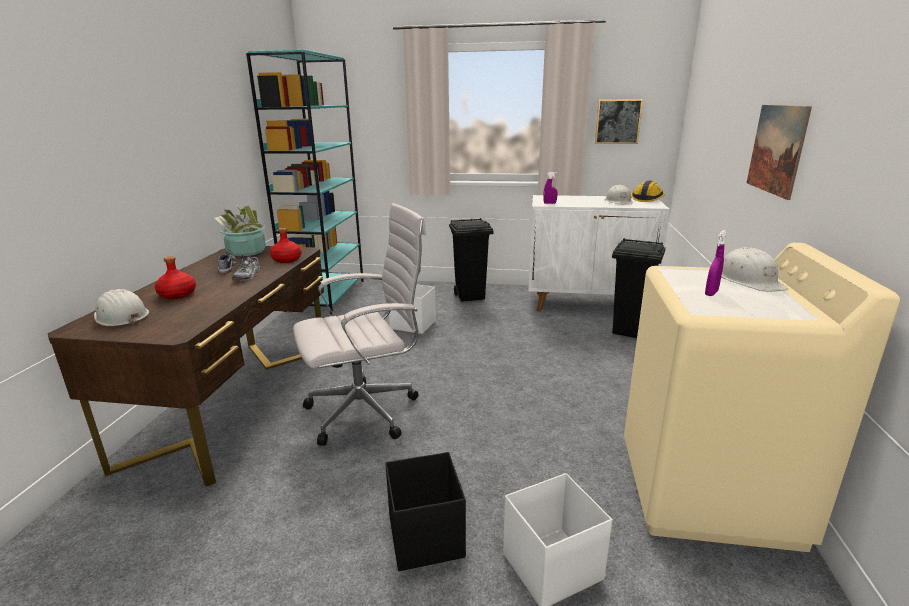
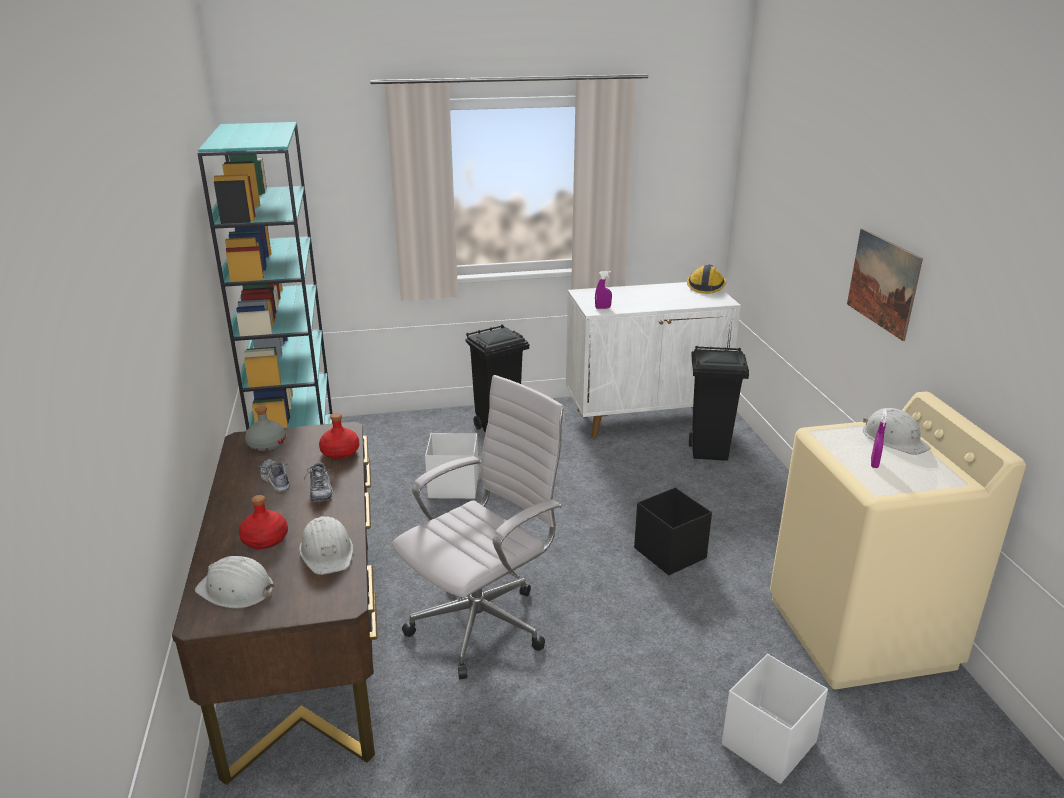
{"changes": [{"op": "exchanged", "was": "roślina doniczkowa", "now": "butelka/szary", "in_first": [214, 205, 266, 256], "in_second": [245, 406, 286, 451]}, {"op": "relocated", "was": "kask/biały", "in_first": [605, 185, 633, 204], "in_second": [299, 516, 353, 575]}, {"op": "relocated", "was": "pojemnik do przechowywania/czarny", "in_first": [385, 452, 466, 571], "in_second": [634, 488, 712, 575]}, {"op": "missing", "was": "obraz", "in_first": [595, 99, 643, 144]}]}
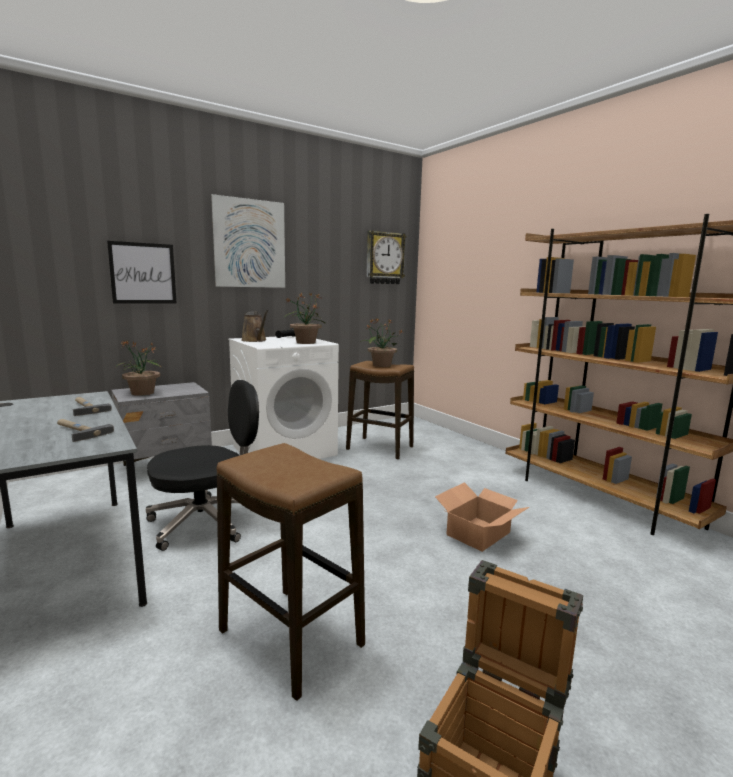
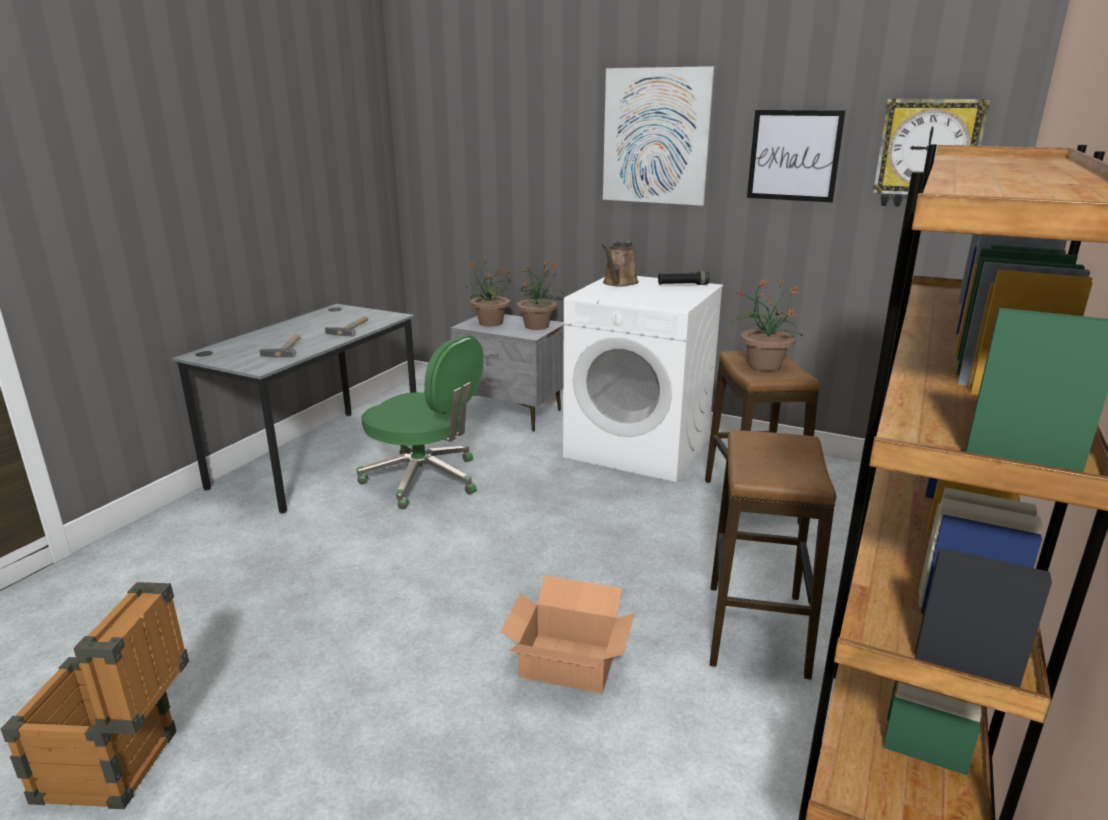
{"changes": [{"op": "colour", "was": "krzesło biurowe/czarny", "now": "krzesło biurowe/zielony", "in_first": [146, 380, 259, 551], "in_second": [356, 335, 484, 509]}, {"op": "relocated", "was": "roślina doniczkowa", "in_first": [284, 292, 325, 344], "in_second": [517, 261, 563, 330]}, {"op": "relocated", "was": "stołek", "in_first": [217, 443, 365, 701], "in_second": [710, 430, 837, 679]}, {"op": "relocated", "was": "obraz", "in_first": [107, 241, 177, 303], "in_second": [747, 110, 846, 202]}]}
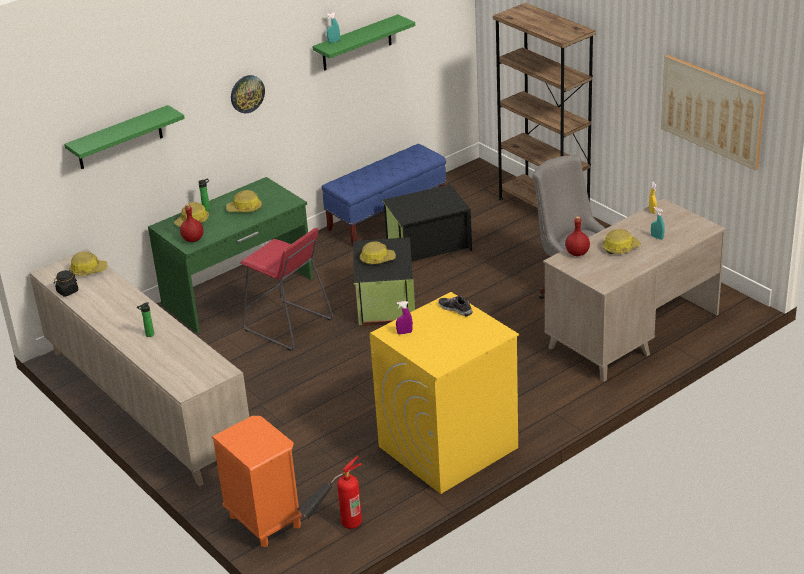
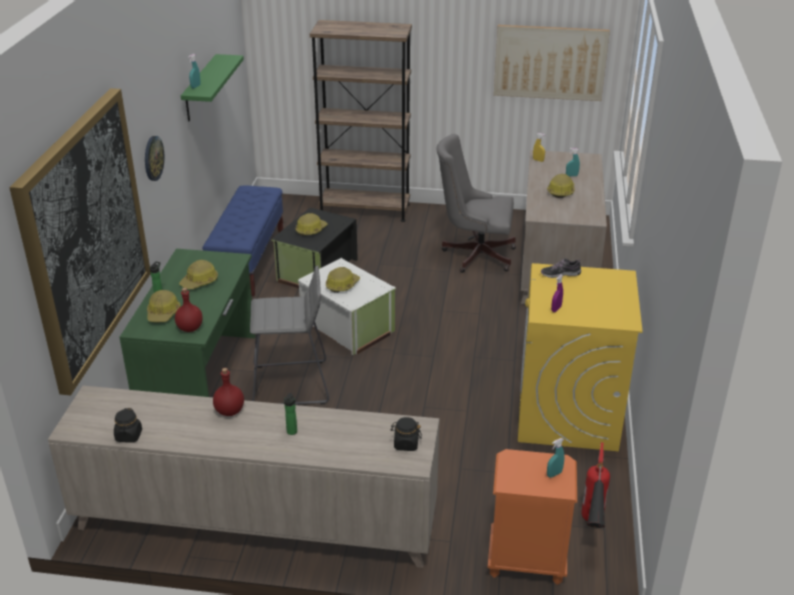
{"changes": [{"op": "exchanged", "was": "półka/zielony", "now": "obraz", "in_first": [64, 105, 185, 169], "in_second": [9, 88, 151, 395]}, {"op": "relocated", "was": "butelka/czerwony", "in_first": [565, 216, 590, 256], "in_second": [213, 368, 244, 416]}, {"op": "colour", "was": "stołek/czerwony", "now": "stołek/szary", "in_first": [240, 228, 333, 351], "in_second": [250, 265, 329, 404]}, {"op": "relocated", "was": "kask", "in_first": [69, 252, 107, 276], "in_second": [296, 213, 328, 236]}, {"op": "colour", "was": "pojemnik do przechowywania/czarny", "now": "pojemnik do przechowywania/biały", "in_first": [353, 237, 415, 326], "in_second": [298, 258, 396, 355]}, {"op": "appeared", "now": "słoik/czarny", "in_second": [391, 417, 422, 451]}, {"op": "appeared", "now": "spryskiwacz/turkusowy", "in_second": [547, 438, 564, 478]}]}
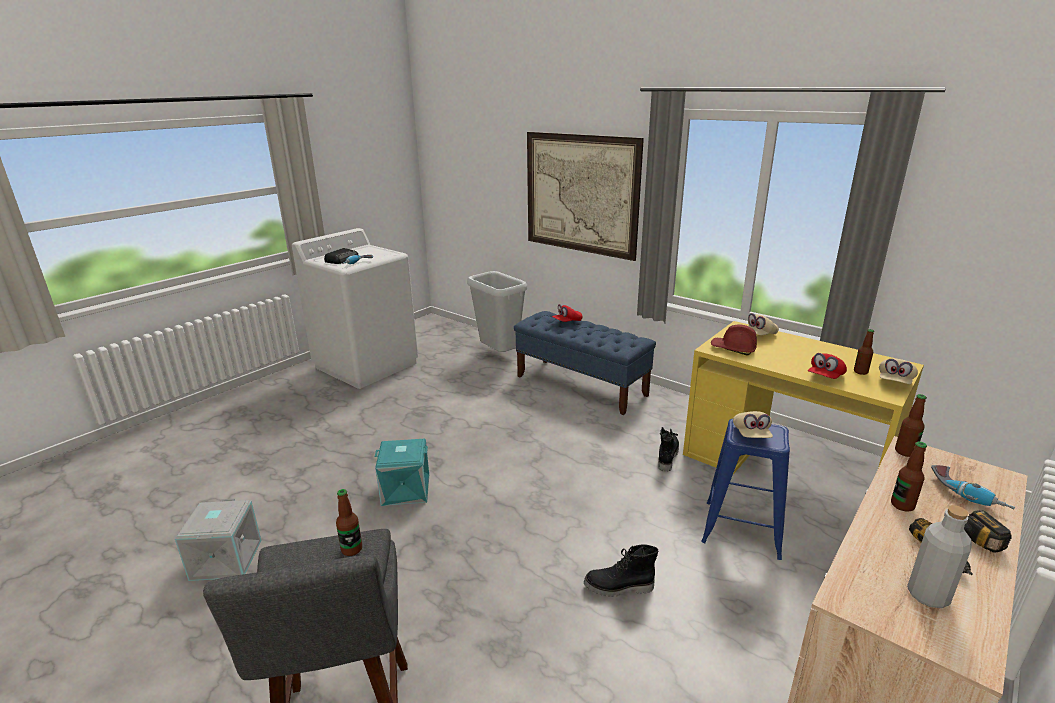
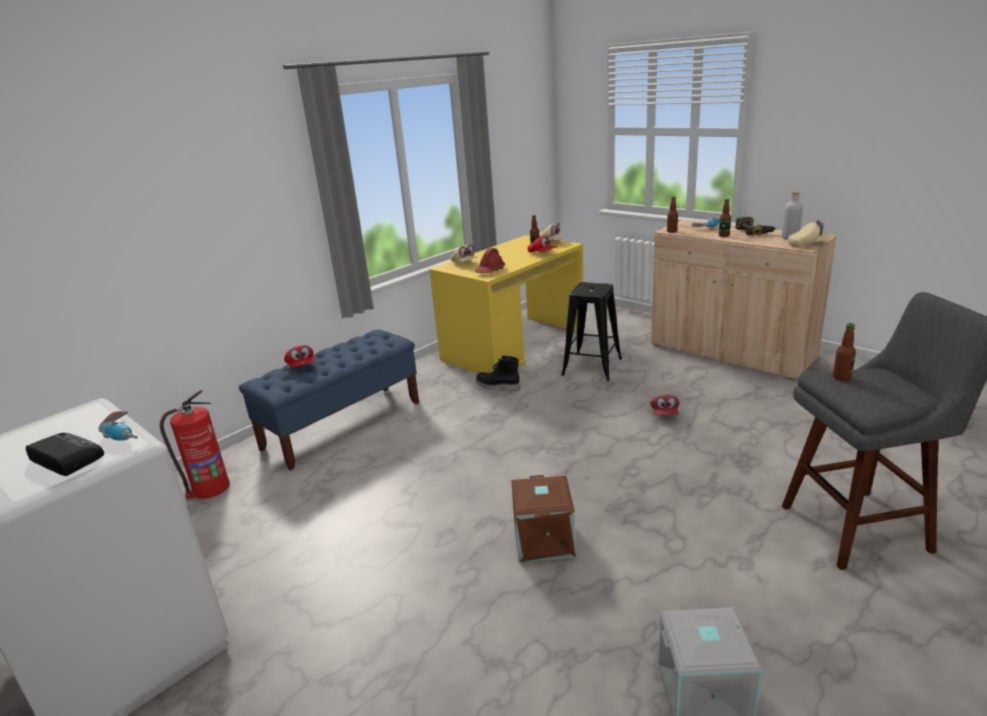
{"changes": [{"op": "exchanged", "was": "kosz na śmieci/szary", "now": "gaśnica", "in_first": [467, 271, 528, 352], "in_second": [160, 390, 230, 499]}, {"op": "colour", "was": "pojemnik do przechowywania/turkusowy", "now": "pojemnik do przechowywania/brązowy", "in_first": [375, 439, 429, 506], "in_second": [511, 475, 576, 562]}, {"op": "colour", "was": "stołek/niebieski", "now": "stołek/czarny", "in_first": [701, 419, 790, 560], "in_second": [562, 282, 622, 381]}, {"op": "exchanged", "was": "but z cholewką/czarny", "now": "czapka z daszkiem/czerwony", "in_first": [584, 544, 658, 597], "in_second": [650, 395, 679, 415]}, {"op": "relocated", "was": "czapka z daszkiem/beżowy", "in_first": [733, 411, 773, 438], "in_second": [788, 220, 833, 247]}, {"op": "missing", "was": "obraz", "in_first": [527, 132, 644, 261]}]}
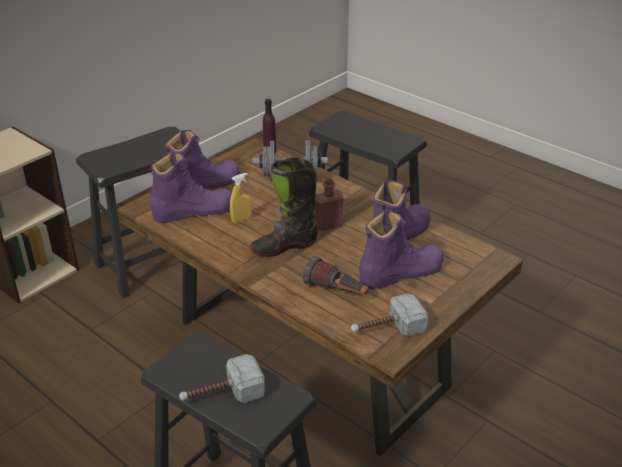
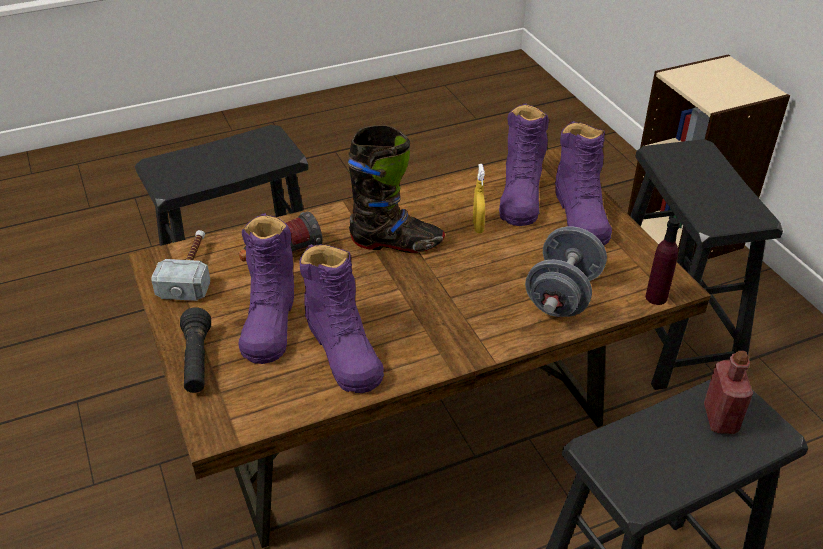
{"changes": [{"op": "appeared", "now": "latarka/czarny", "in_second": [180, 307, 211, 393]}, {"op": "spun", "was": "but z cholewką/czarny", "in_first": [250, 157, 318, 257], "in_second": [348, 125, 445, 253], "clockwise": 90}, {"op": "relocated", "was": "butelka/czerwony", "in_first": [315, 178, 344, 231], "in_second": [704, 351, 753, 434]}, {"op": "missing", "was": "młotek", "in_first": [179, 354, 265, 403]}]}
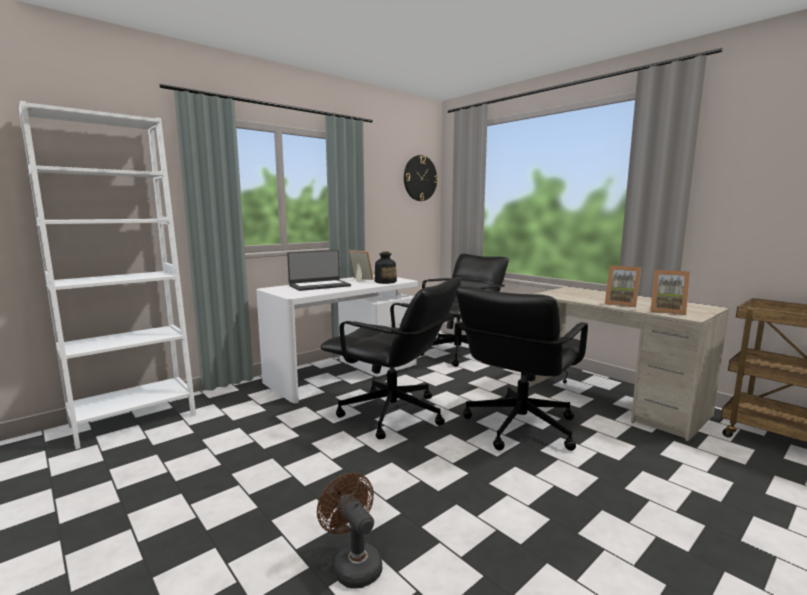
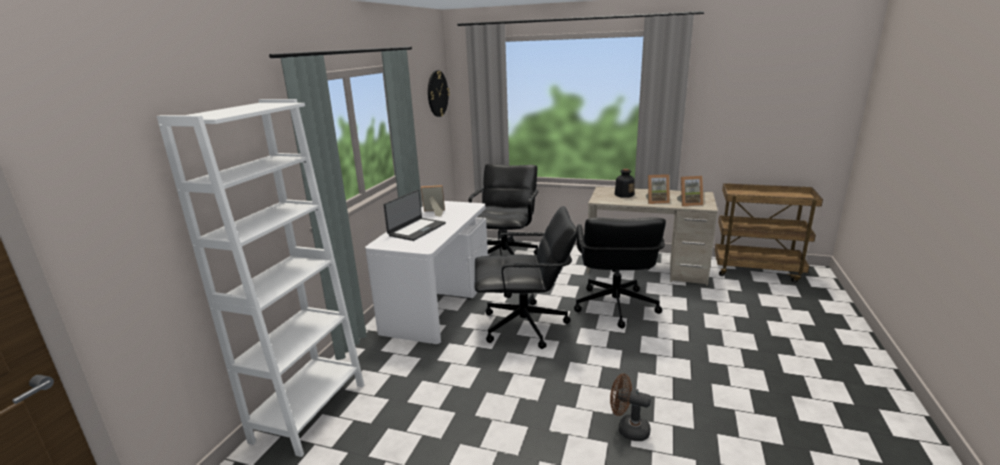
{"changes": [{"op": "relocated", "was": "butelka", "in_first": [374, 251, 397, 284], "in_second": [615, 169, 635, 198]}]}
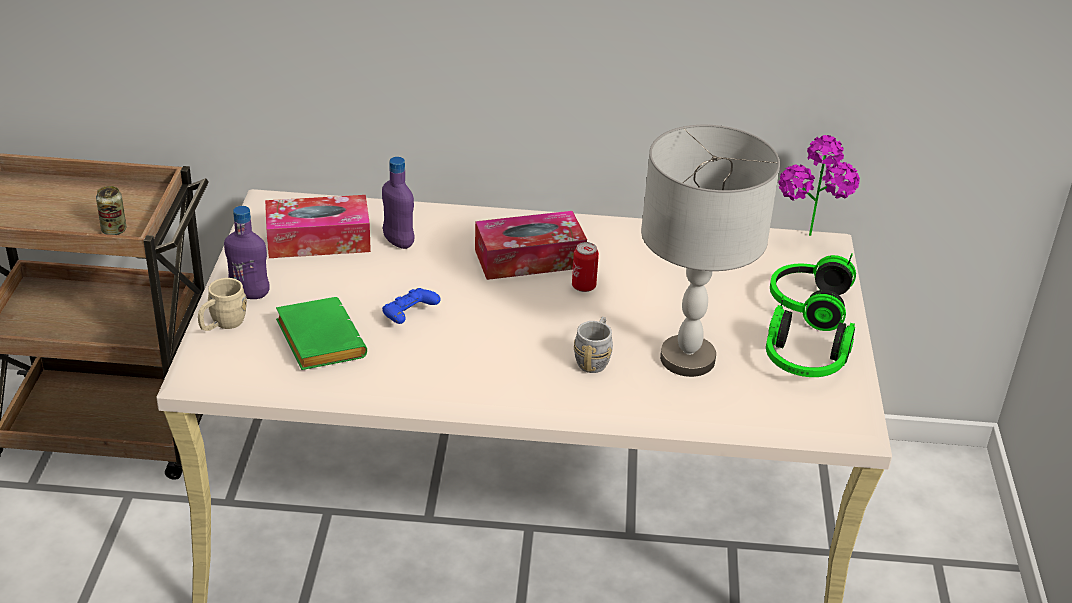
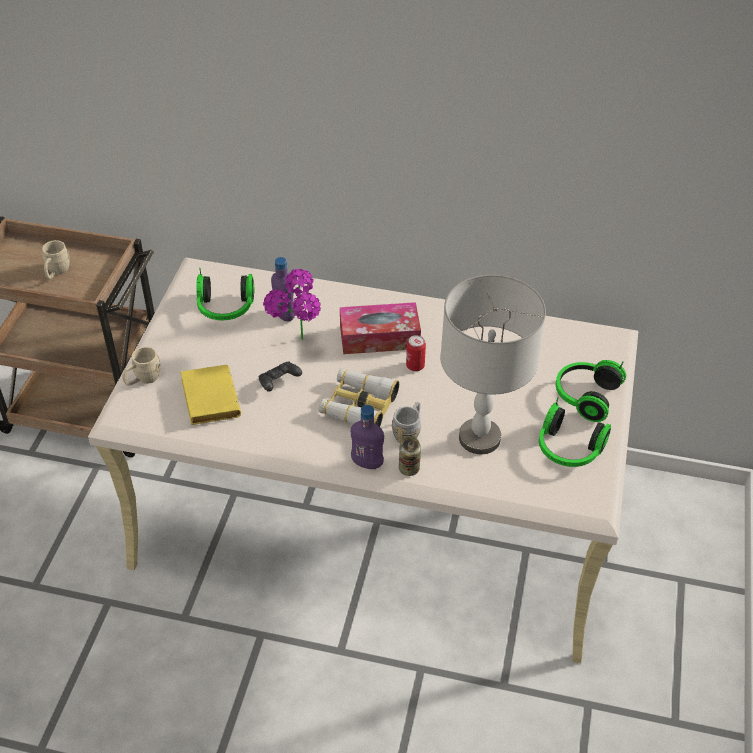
{"changes": [{"op": "appeared", "now": "kubek/beżowy", "in_second": [42, 240, 70, 279]}, {"op": "colour", "was": "książka/zielony", "now": "książka/żółty", "in_first": [276, 297, 367, 370], "in_second": [181, 365, 241, 425]}, {"op": "exchanged", "was": "pudełko chusteczek", "now": "słuchawki", "in_first": [265, 195, 371, 258], "in_second": [196, 268, 254, 320]}, {"op": "colour", "was": "pad do gier/niebieski", "now": "pad do gier/czarny", "in_first": [382, 288, 441, 324], "in_second": [258, 361, 302, 392]}, {"op": "relocated", "was": "roślina doniczkowa", "in_first": [778, 135, 860, 236], "in_second": [263, 268, 321, 340]}, {"op": "appeared", "now": "lornetka", "in_second": [319, 368, 399, 427]}, {"op": "relocated", "was": "butelka/fioletowy", "in_first": [224, 206, 269, 299], "in_second": [351, 405, 384, 469]}, {"op": "relocated", "was": "puszka", "in_first": [96, 186, 127, 235], "in_second": [399, 437, 421, 476]}]}
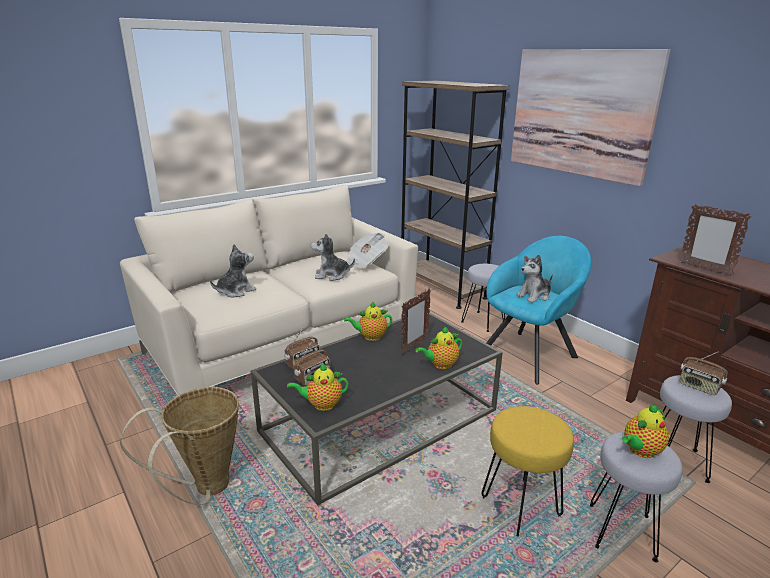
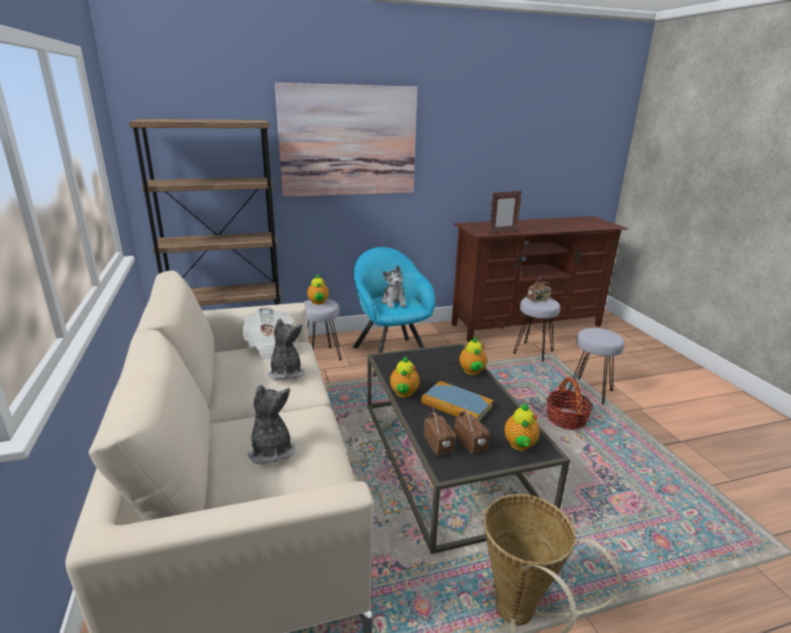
{"changes": [{"op": "spun", "was": "pluszak", "in_first": [311, 233, 355, 281], "in_second": [268, 318, 305, 381], "clockwise": 150}, {"op": "relocated", "was": "imbryk", "in_first": [622, 404, 669, 458], "in_second": [307, 274, 329, 305]}, {"op": "appeared", "now": "książka", "in_second": [421, 381, 493, 421]}, {"op": "exchanged", "was": "stołek/żółty", "now": "koszyk", "in_first": [481, 406, 574, 537], "in_second": [546, 377, 594, 430]}, {"op": "missing", "was": "ramka na zdjęcie", "in_first": [401, 289, 431, 355]}]}
